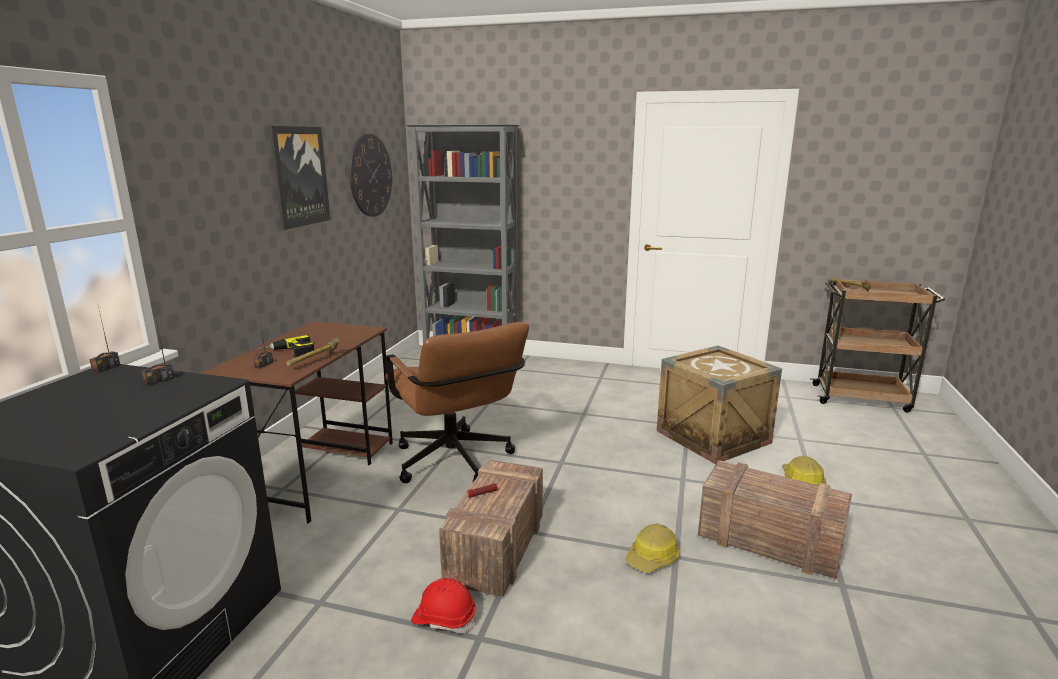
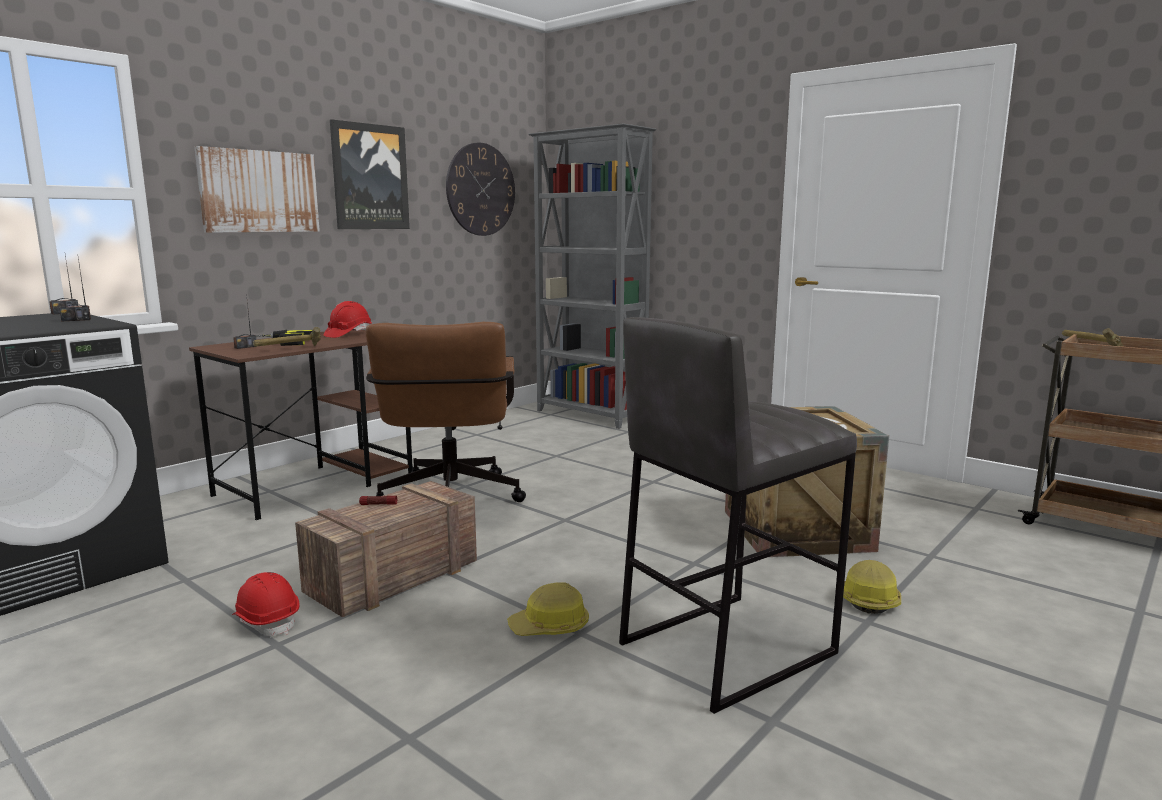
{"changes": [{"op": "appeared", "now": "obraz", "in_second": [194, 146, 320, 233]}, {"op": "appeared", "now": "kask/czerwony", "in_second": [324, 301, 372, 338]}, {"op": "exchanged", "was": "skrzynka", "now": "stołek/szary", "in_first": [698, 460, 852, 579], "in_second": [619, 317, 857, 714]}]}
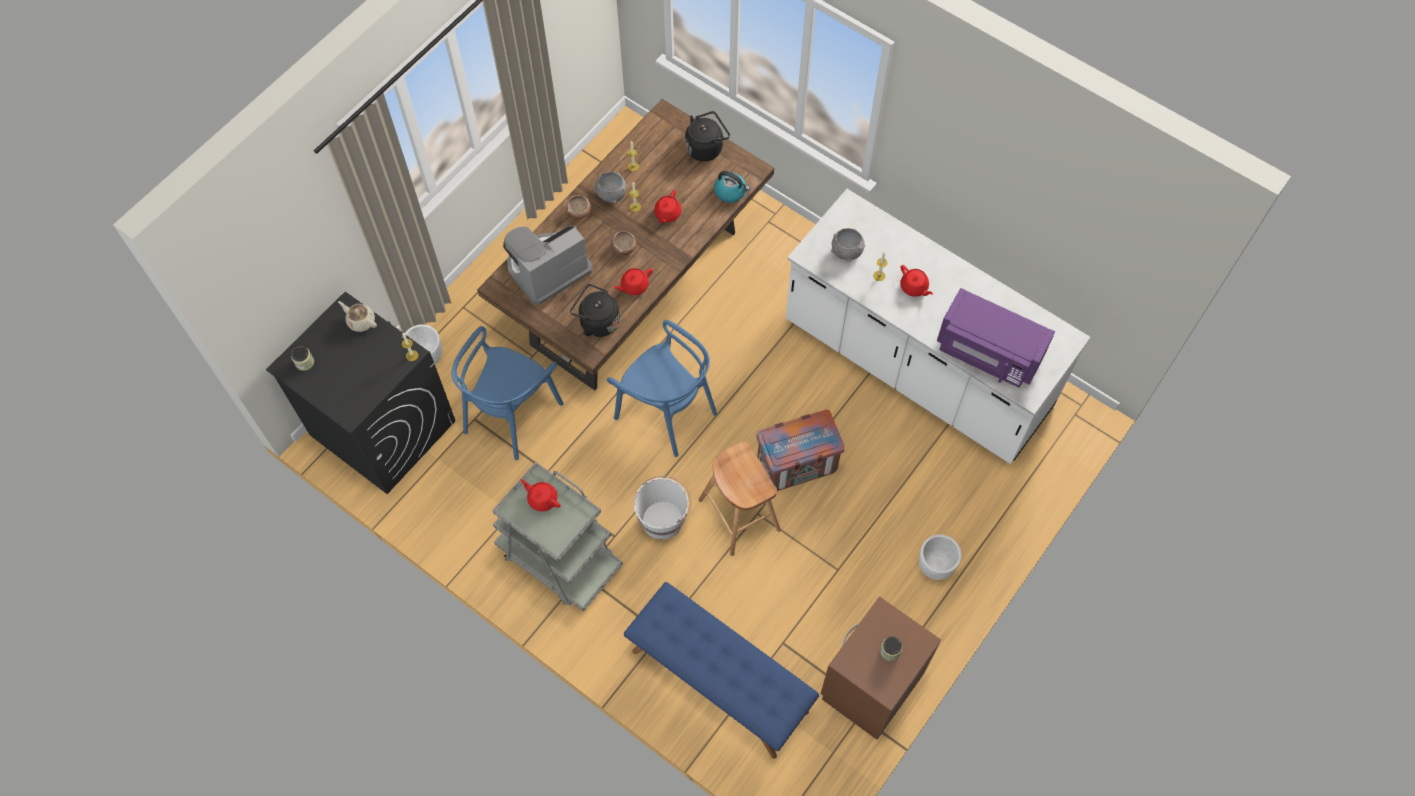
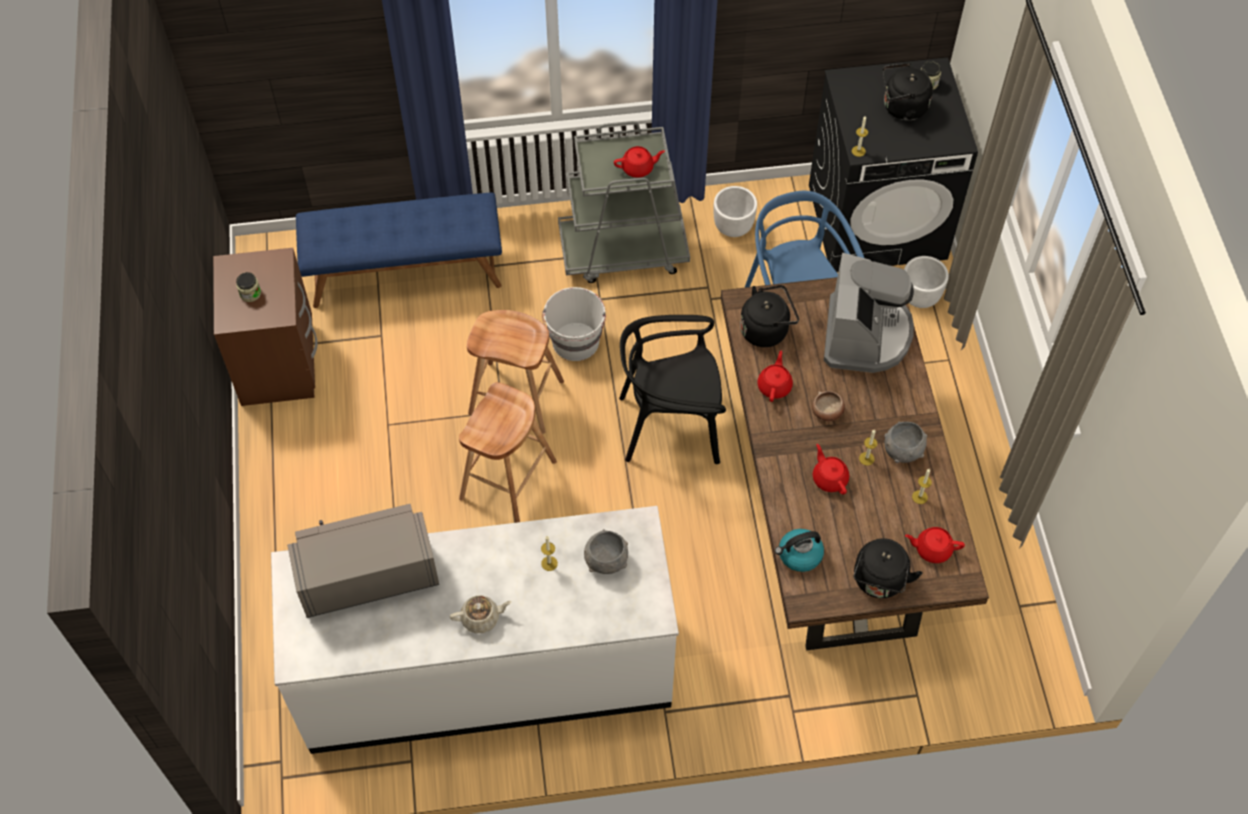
{"changes": [{"op": "colour", "was": "mikrofalówka/fioletowy", "now": "mikrofalówka/szary", "in_first": [937, 288, 1055, 388], "in_second": [287, 504, 439, 618]}, {"op": "relocated", "was": "imbryk/beżowy", "in_first": [338, 301, 377, 332], "in_second": [450, 595, 512, 633]}, {"op": "exchanged", "was": "skrzynka", "now": "stołek/brązowy", "in_first": [756, 410, 845, 491], "in_second": [459, 382, 557, 523]}, {"op": "colour", "was": "krzesło/niebieski", "now": "krzesło/czarny", "in_first": [607, 320, 717, 457], "in_second": [619, 315, 726, 464]}, {"op": "relocated", "was": "donica/biały", "in_first": [919, 534, 962, 580], "in_second": [714, 186, 757, 237]}, {"op": "appeared", "now": "czajnik/czarny", "in_second": [883, 63, 933, 121]}, {"op": "relocated", "was": "imbryk/czerwony", "in_first": [900, 265, 933, 297], "in_second": [905, 527, 965, 563]}, {"op": "missing", "was": "miska", "in_first": [566, 195, 591, 219]}]}
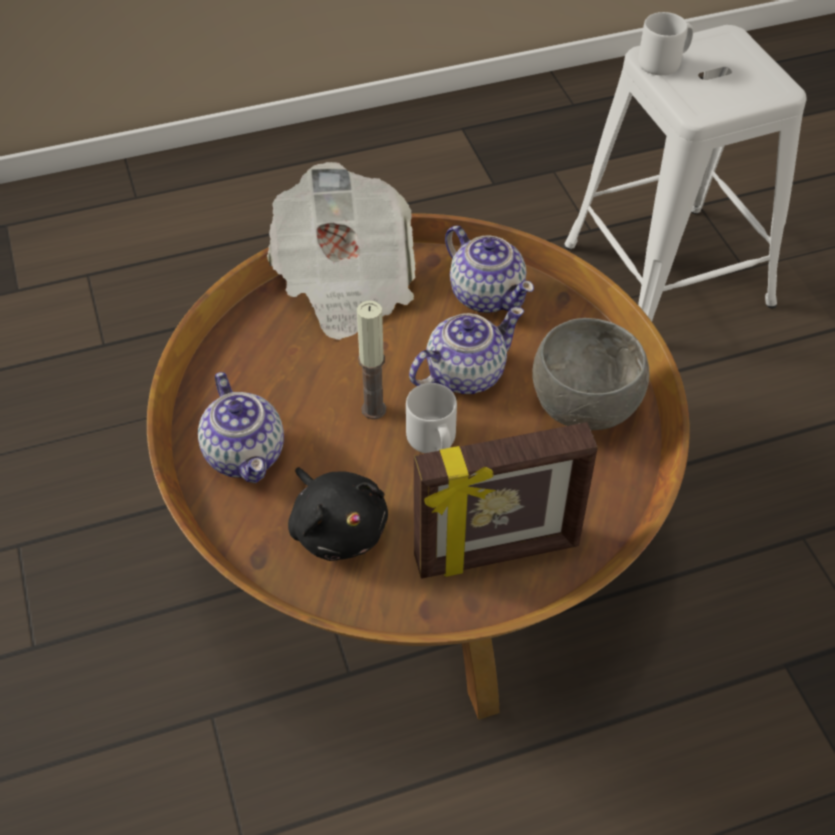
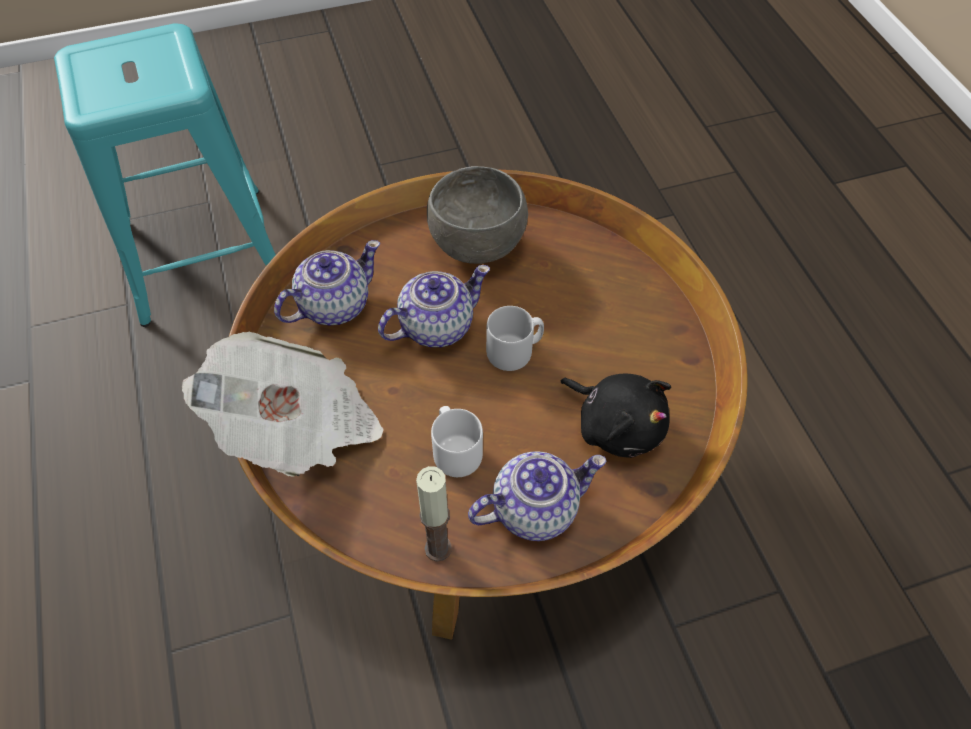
{"changes": [{"op": "colour", "was": "stołek/biały", "now": "stołek/turkusowy", "in_first": [564, 25, 807, 321], "in_second": [54, 23, 276, 327]}, {"op": "spun", "was": "imbryk", "in_first": [409, 307, 524, 394], "in_second": [378, 265, 490, 347], "clockwise": 90}, {"op": "relocated", "was": "świeca", "in_first": [357, 301, 386, 419], "in_second": [416, 466, 452, 562]}, {"op": "relocated", "was": "kubek/biały", "in_first": [638, 12, 693, 75], "in_second": [431, 406, 483, 477]}, {"op": "spun", "was": "pluszak/czarny", "in_first": [288, 467, 388, 561], "in_second": [560, 374, 671, 458], "clockwise": 75}, {"op": "missing", "was": "ramka na zdjęcie", "in_first": [414, 422, 598, 579]}]}
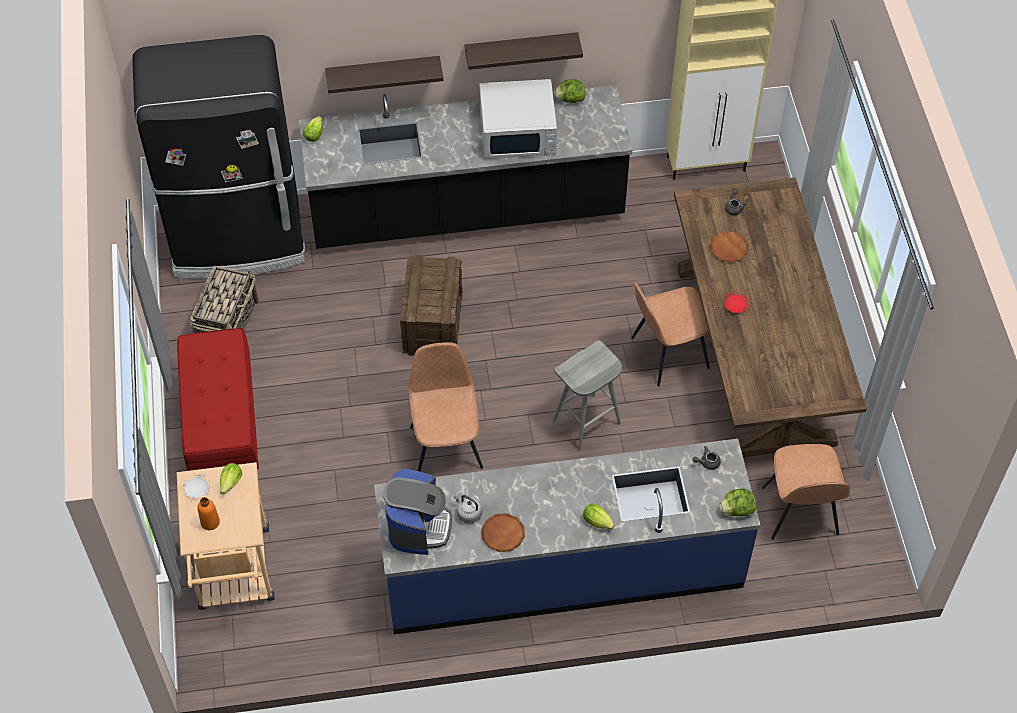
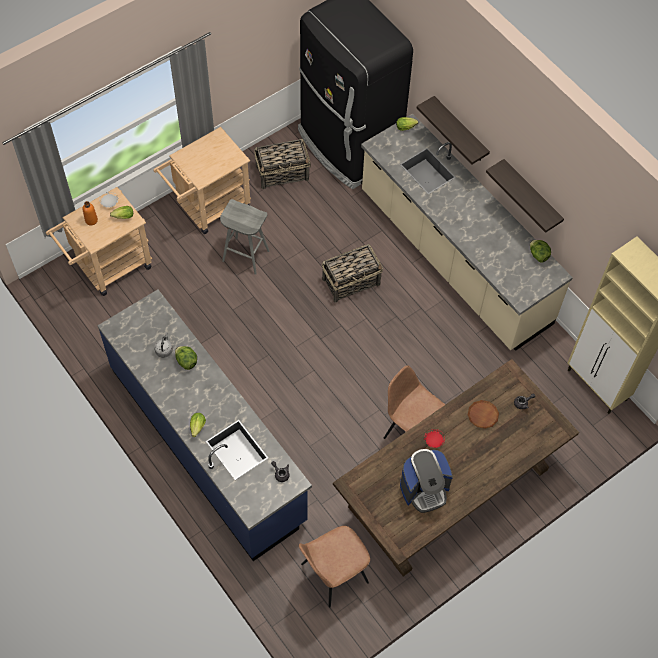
{"changes": [{"op": "exchanged", "was": "ławka/czerwony", "now": "wózek/beżowy", "in_first": [177, 328, 259, 471], "in_second": [153, 127, 251, 234]}, {"op": "relocated", "was": "sałata", "in_first": [719, 489, 757, 516], "in_second": [175, 346, 197, 370]}, {"op": "relocated", "was": "stołek/szary", "in_first": [552, 341, 622, 451], "in_second": [220, 199, 269, 275]}, {"op": "exchanged", "was": "skrzynka", "now": "koszyk", "in_first": [400, 255, 463, 356], "in_second": [322, 244, 383, 303]}, {"op": "colour", "was": "zabudowa kuchenna/czarny", "now": "zabudowa kuchenna/beżowy", "in_first": [299, 85, 632, 249], "in_second": [361, 113, 573, 351]}, {"op": "relocated", "was": "ekspres do kawy", "in_first": [383, 469, 452, 555], "in_second": [400, 449, 453, 513]}, {"op": "missing", "was": "krzesło/brązowy", "in_first": [409, 342, 483, 472]}, {"op": "missing", "was": "mikrofalówka/biały", "in_first": [479, 79, 557, 159]}, {"op": "missing", "was": "talerz/brązowy", "in_first": [481, 513, 525, 552]}]}
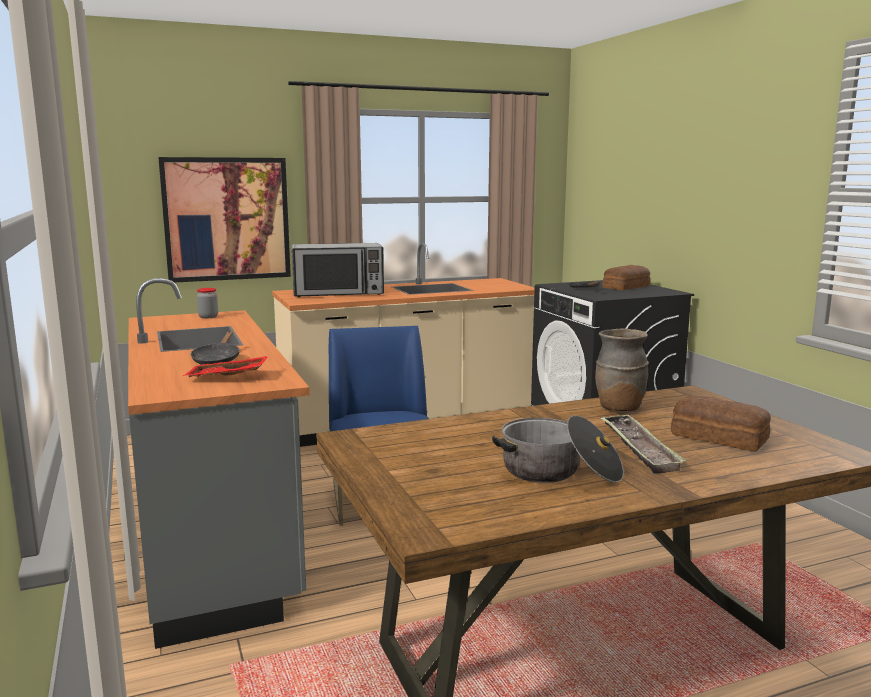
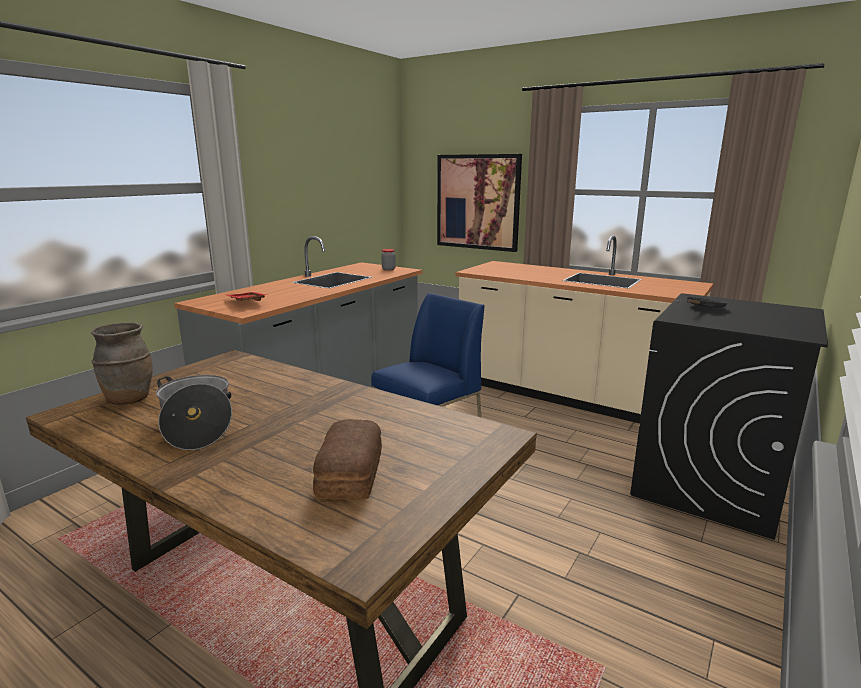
{"changes": [{"op": "relocated", "was": "wazon/brązowy", "in_first": [595, 328, 649, 411], "in_second": [91, 323, 153, 405]}, {"op": "missing", "was": "patelnia/czarny", "in_first": [191, 331, 239, 365]}, {"op": "missing", "was": "mikrofalówka", "in_first": [292, 243, 384, 297]}, {"op": "missing", "was": "taca", "in_first": [600, 415, 687, 474]}, {"op": "missing", "was": "chleb", "in_first": [602, 265, 651, 290]}]}
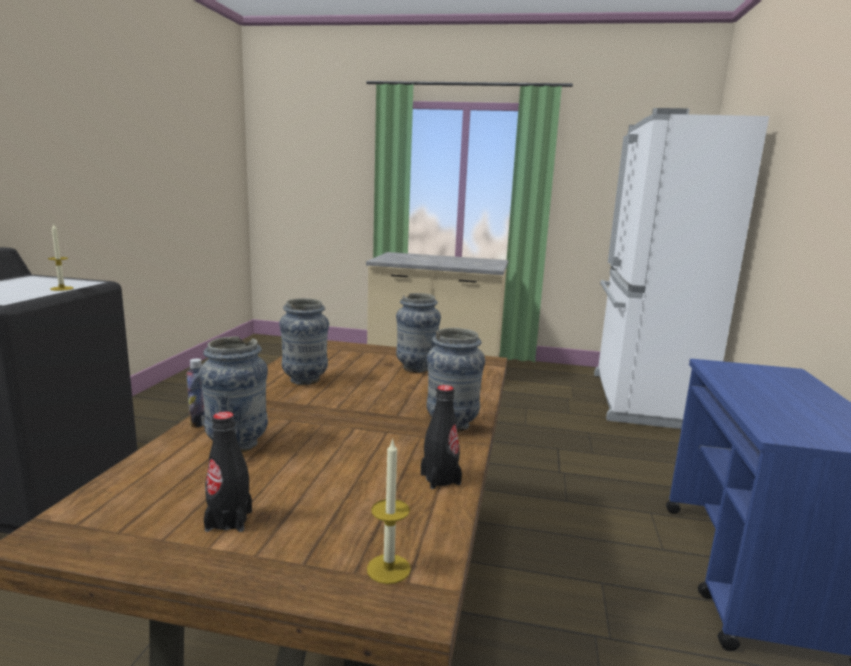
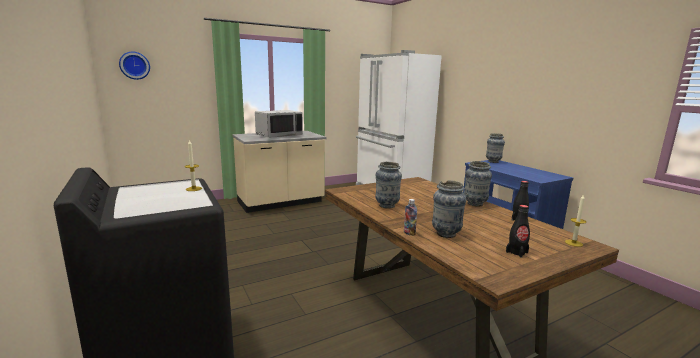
{"changes": [{"op": "appeared", "now": "zegar ścienny", "in_second": [119, 51, 150, 80]}, {"op": "appeared", "now": "mikrofalówka/szary", "in_second": [255, 110, 303, 138]}, {"op": "relocated", "was": "wazon", "in_first": [396, 293, 441, 373], "in_second": [486, 133, 505, 163]}]}
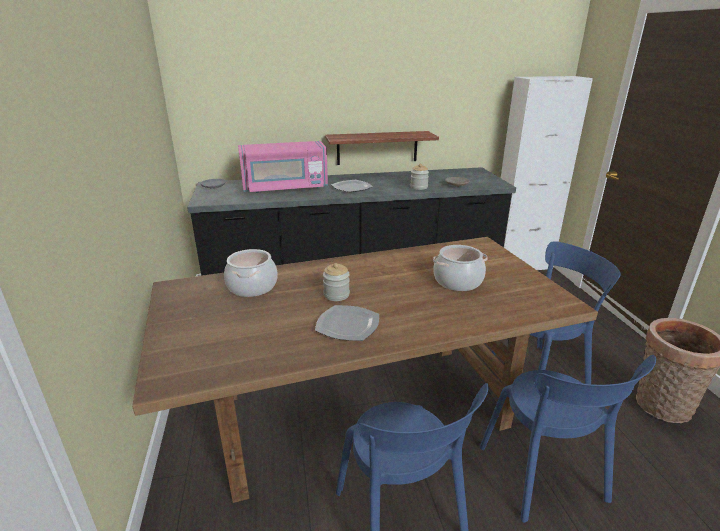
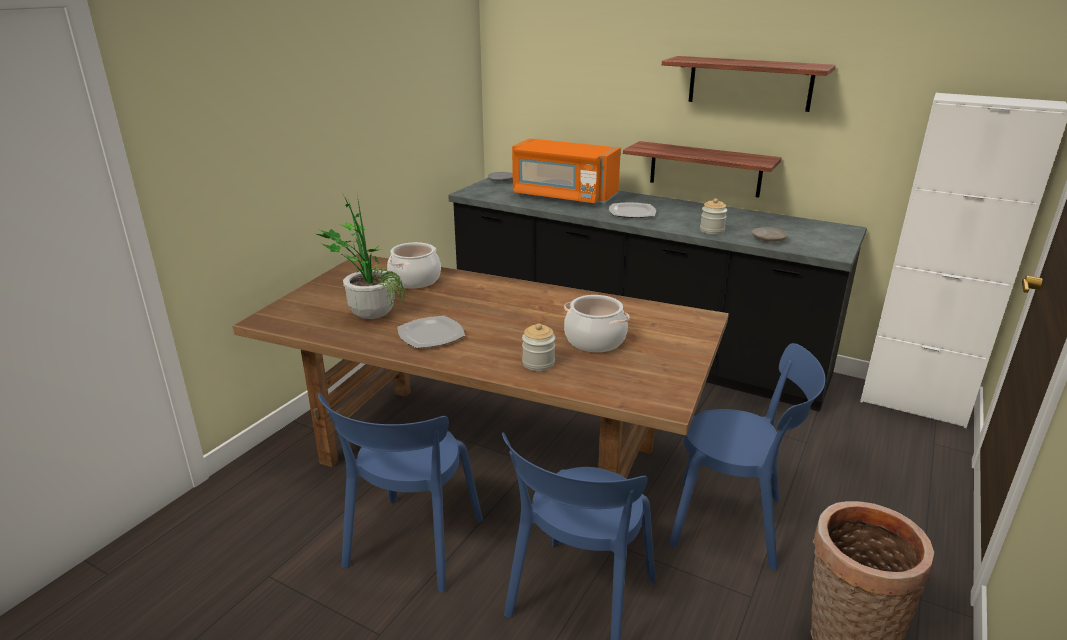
{"changes": [{"op": "appeared", "now": "roślina doniczkowa", "in_second": [317, 195, 407, 319]}, {"op": "colour", "was": "mikrofalówka/różowy", "now": "mikrofalówka/pomarańczowy", "in_first": [238, 141, 328, 193], "in_second": [512, 138, 621, 205]}, {"op": "relocated", "was": "słoik", "in_first": [323, 263, 350, 301], "in_second": [522, 323, 555, 371]}, {"op": "appeared", "now": "półka", "in_second": [662, 56, 836, 112]}]}
